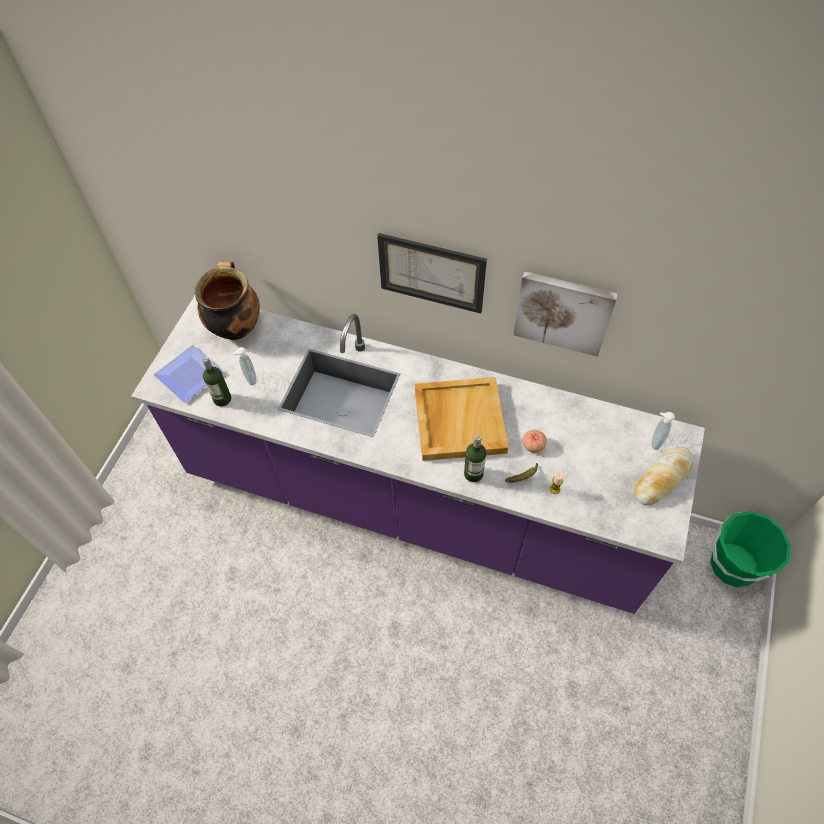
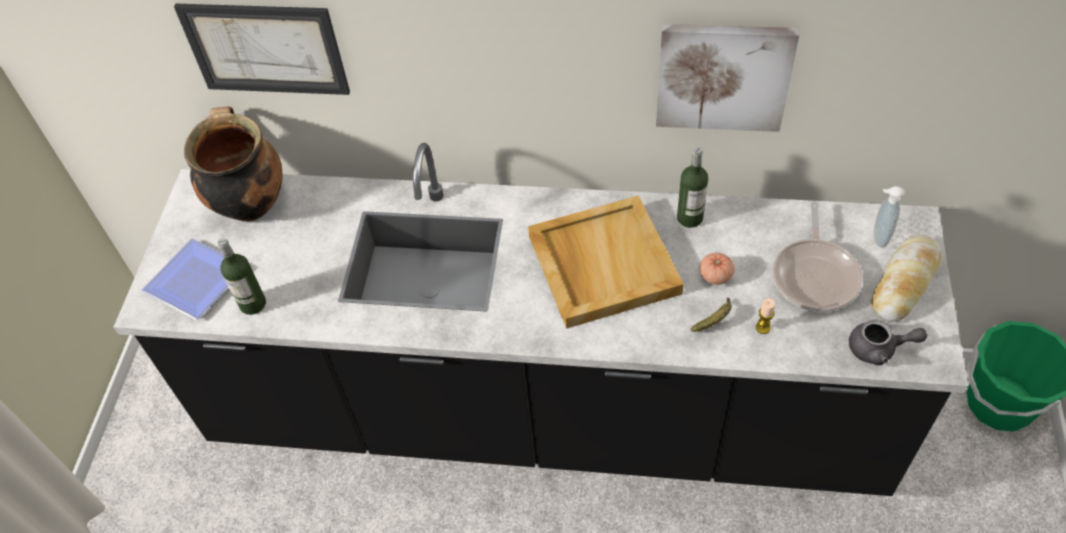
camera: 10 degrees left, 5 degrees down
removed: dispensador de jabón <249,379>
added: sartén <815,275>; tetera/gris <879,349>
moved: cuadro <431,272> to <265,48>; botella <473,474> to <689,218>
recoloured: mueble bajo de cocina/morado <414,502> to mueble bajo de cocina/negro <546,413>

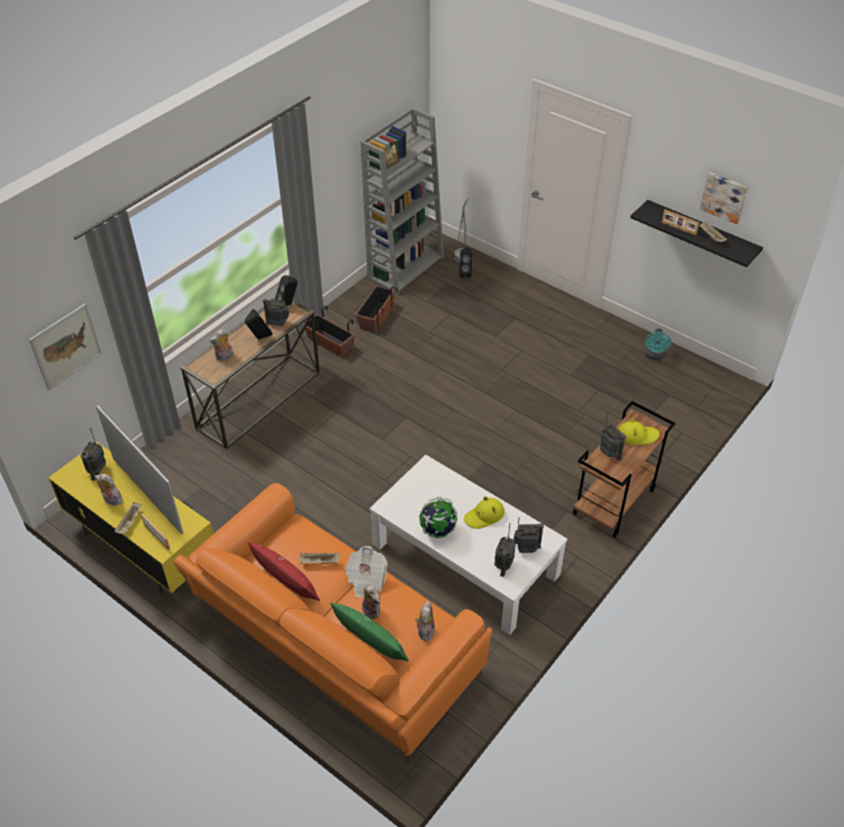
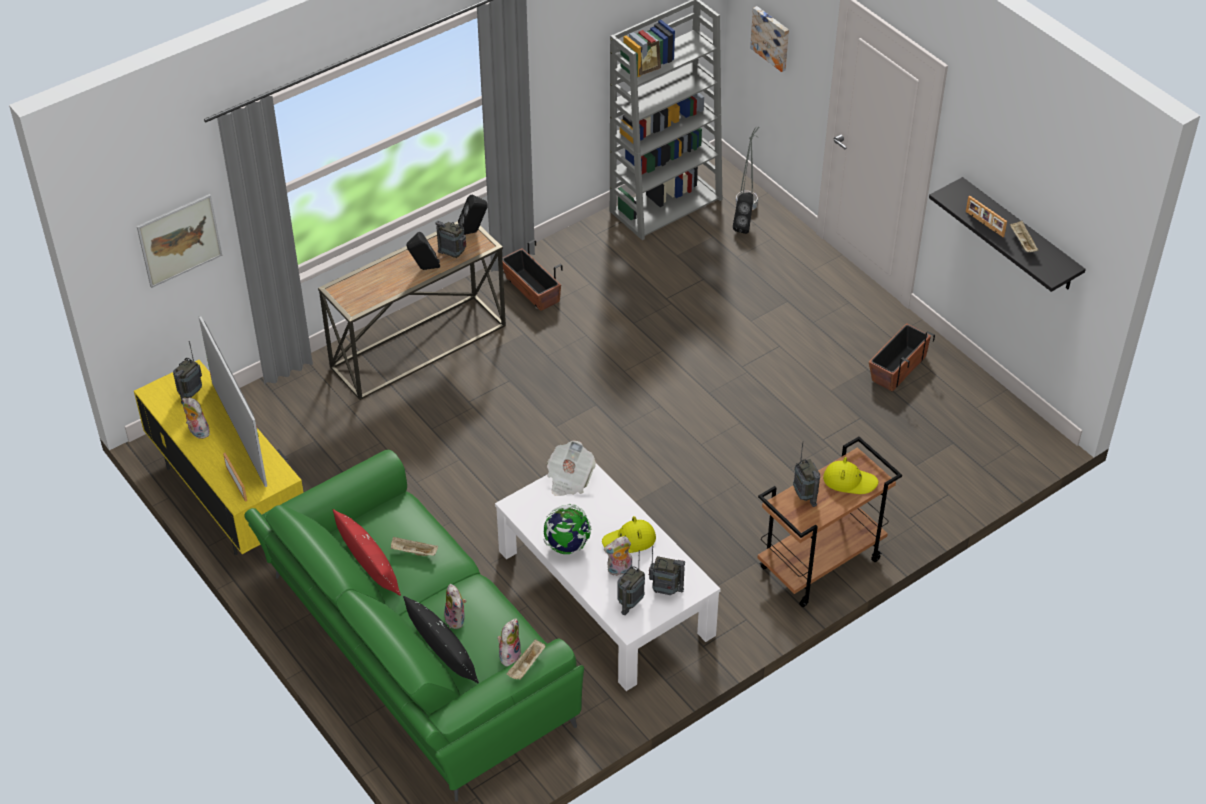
camera: 15 degrees right, 0 degrees up
removed: ventilador/turquesa <654,356>
moved: cuadro <724,197> to <771,38>; maceta <376,317> to <898,368>; peluche <224,357> to <619,570>; bandeja/beis <130,523> to <526,666>; periódico <366,579> to <569,479>
recoloured: sofá/naranja <333,641> to sofá/verde <414,652>; cojín/verde <370,641> to cojín/negro <442,652>

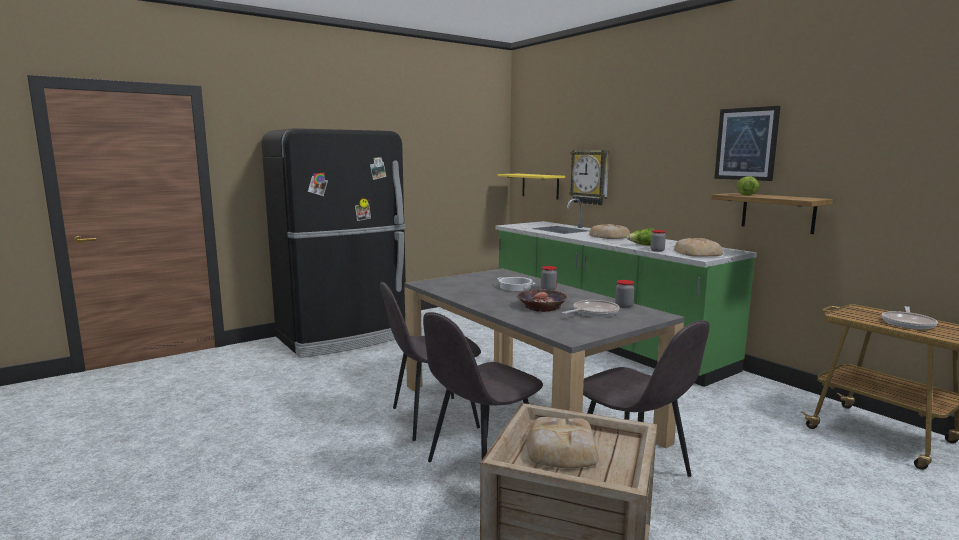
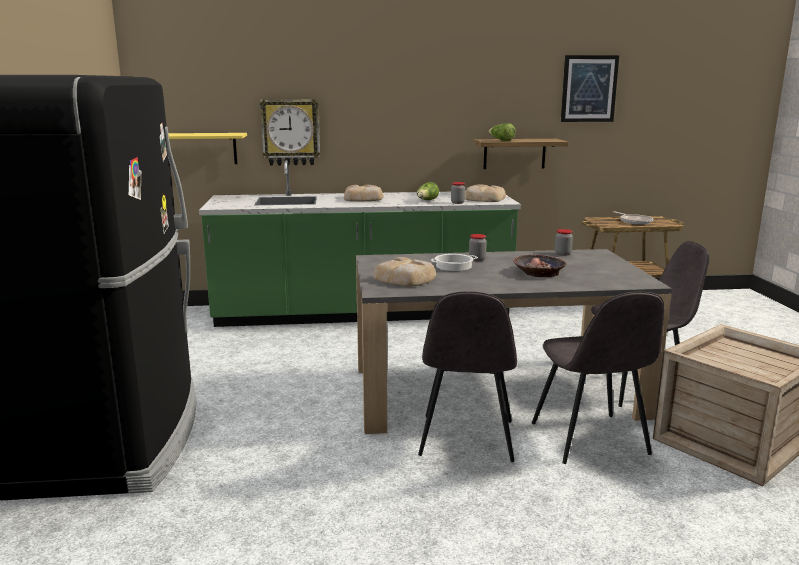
camera: 60 degrees left, 5 degrees up
removed: sartén <593,312>
moved: cuadro <746,144> to <589,88>; pan <561,449> to <405,279>

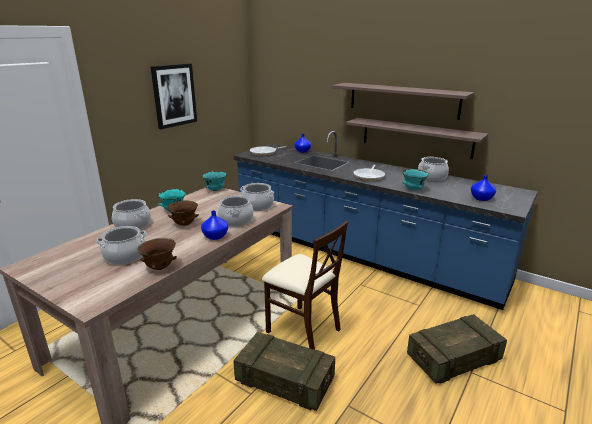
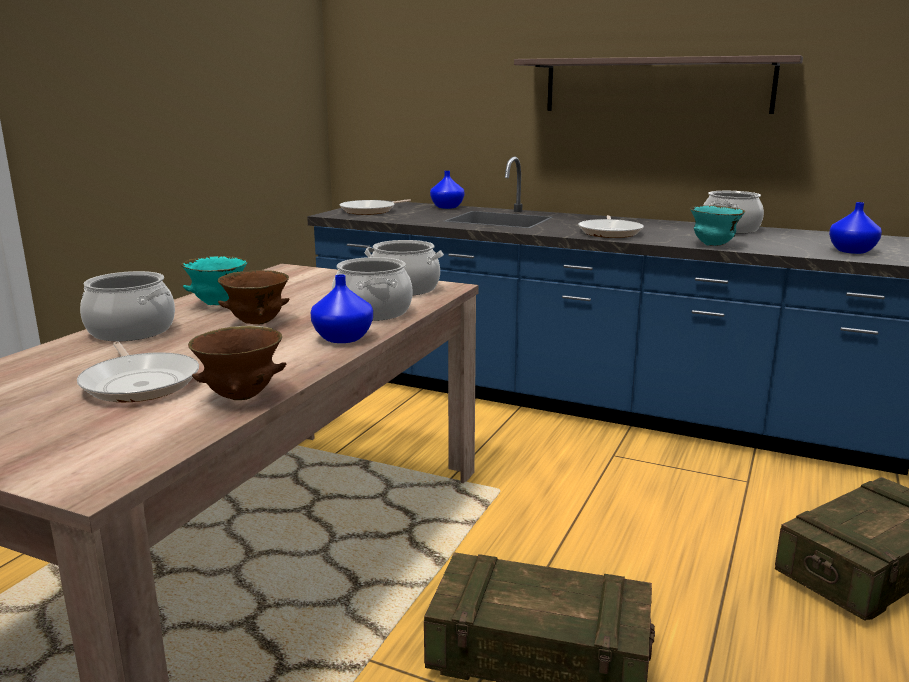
camera: 10 degrees left, 5 degrees down
removed: cuadro <174,95>; estante <416,137>; cuenco/turquesa <215,190>; silla/beis <303,329>
replaced: olla <125,256> to sartén <140,383>

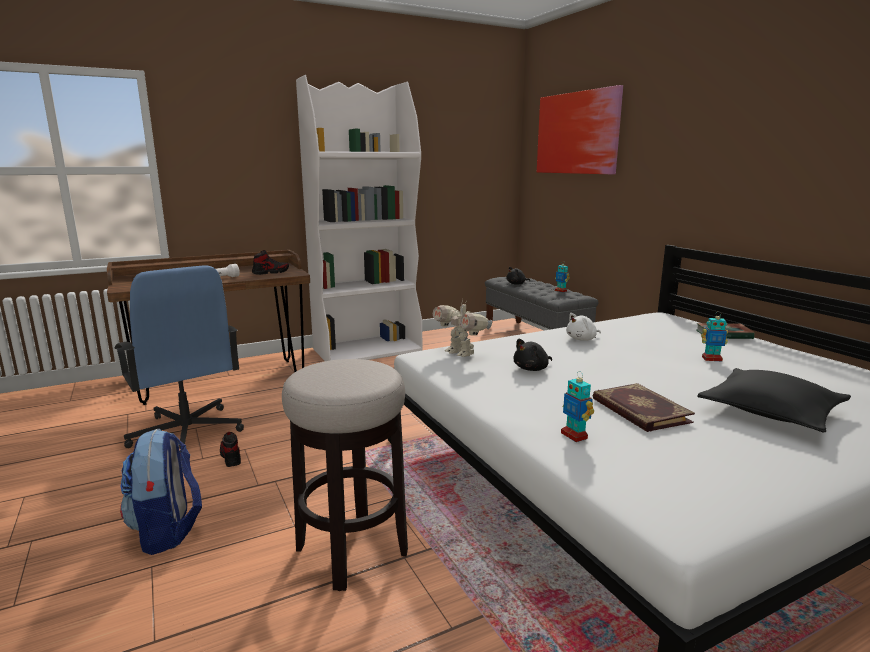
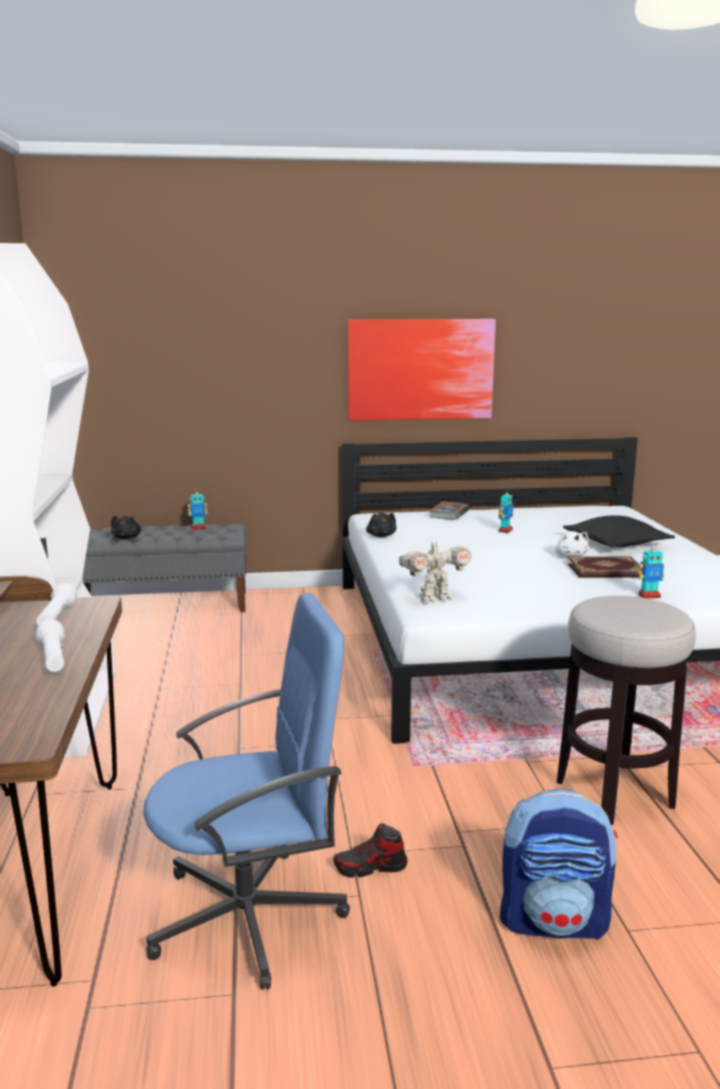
camera: 70 degrees left, 0 degrees up
moved: cuadro <577,133> to <420,369>; peluche/blanco <582,339> to <570,556>; peluche/negro <532,369> to <381,536>
replaced: zapato <271,272> to linterna/blanco <56,618>

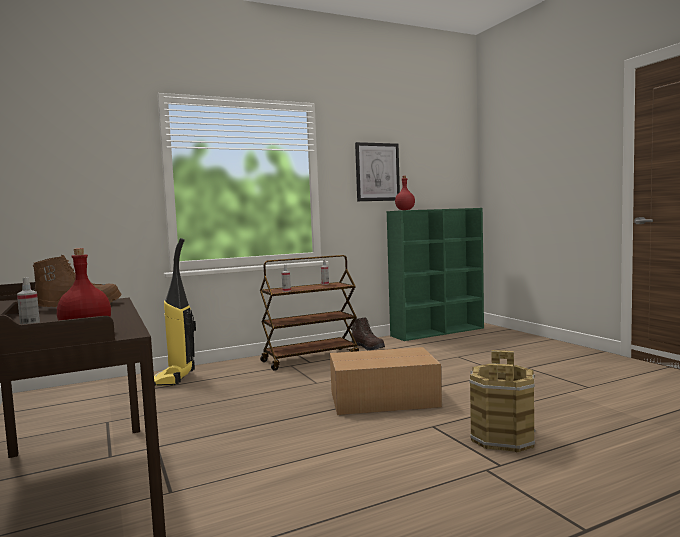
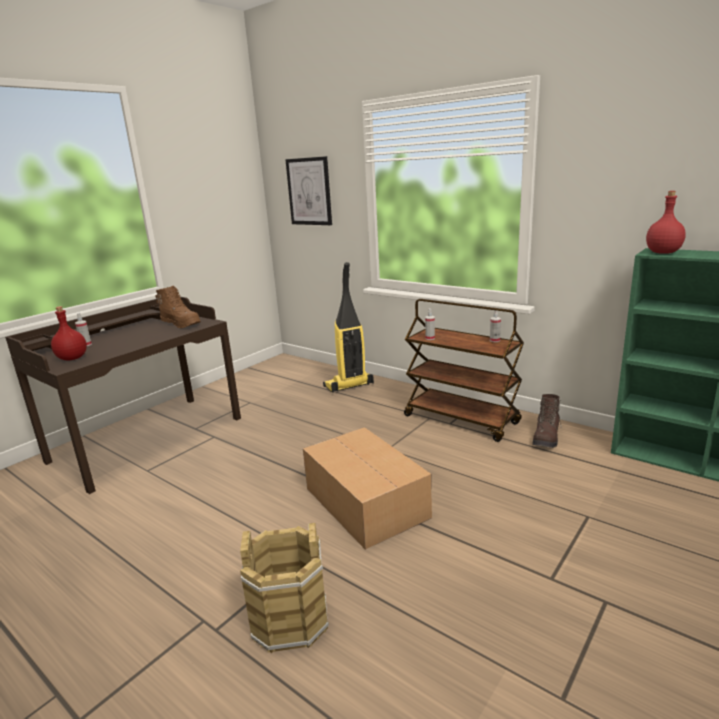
camera: 65 degrees right, 15 degrees up
moved: cuadro <377,172> to <309,191>

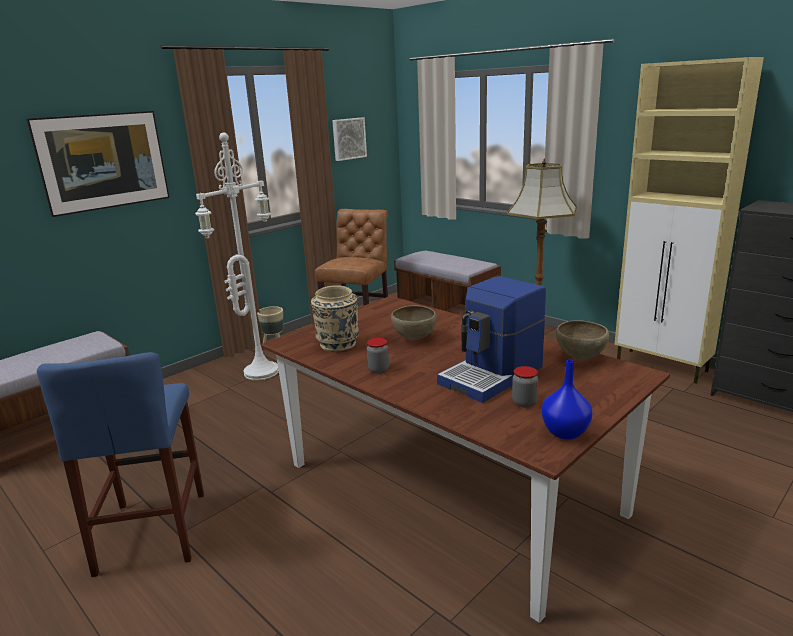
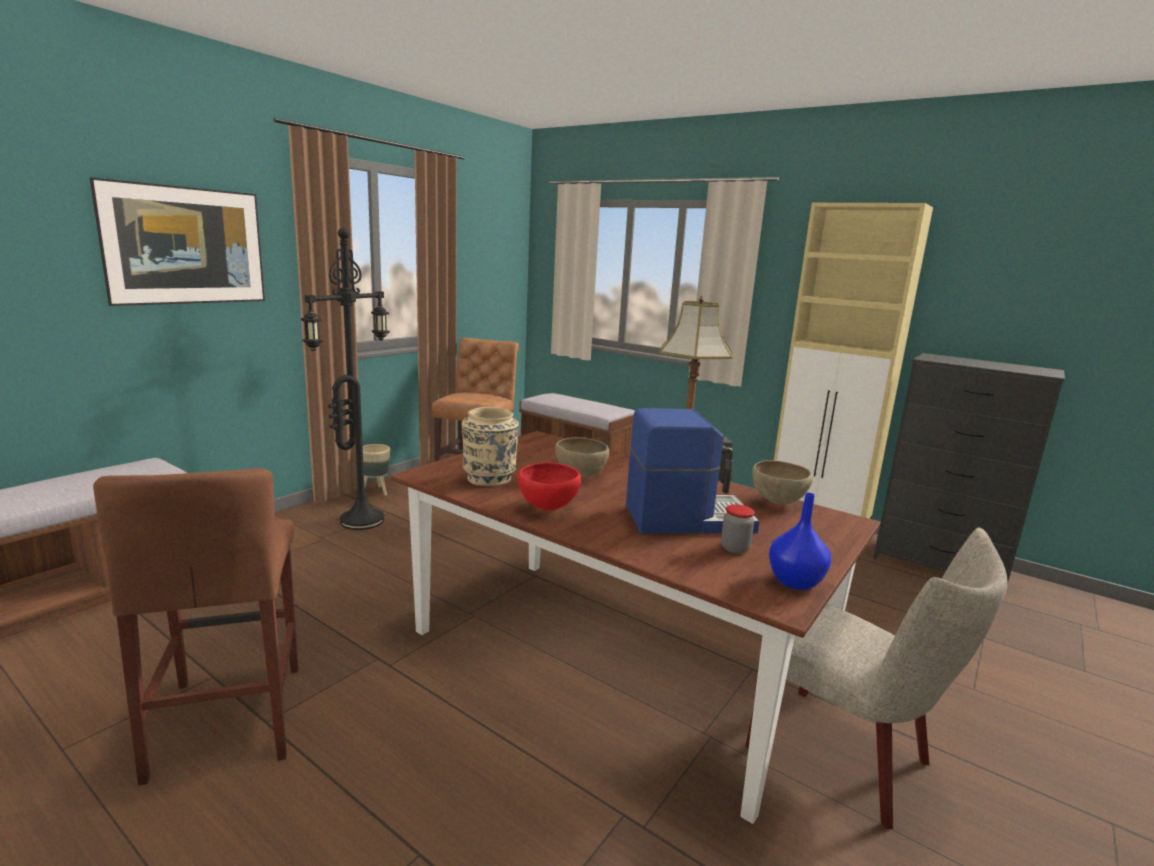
camera: 10 degrees left, 5 degrees down
removed: cuadro <348,139>
added: silla/beis <850,759>
replaced: tarro <378,370> to cuenco/rojo <548,508>
recoloured: lámpara de pie/blanco <261,371> to lámpara de pie/negro <361,519>; taburete/azul <153,531> to taburete/marrón <229,719>
turned: cafetera <493,375> = <687,518> 135 degrees counterclockwise

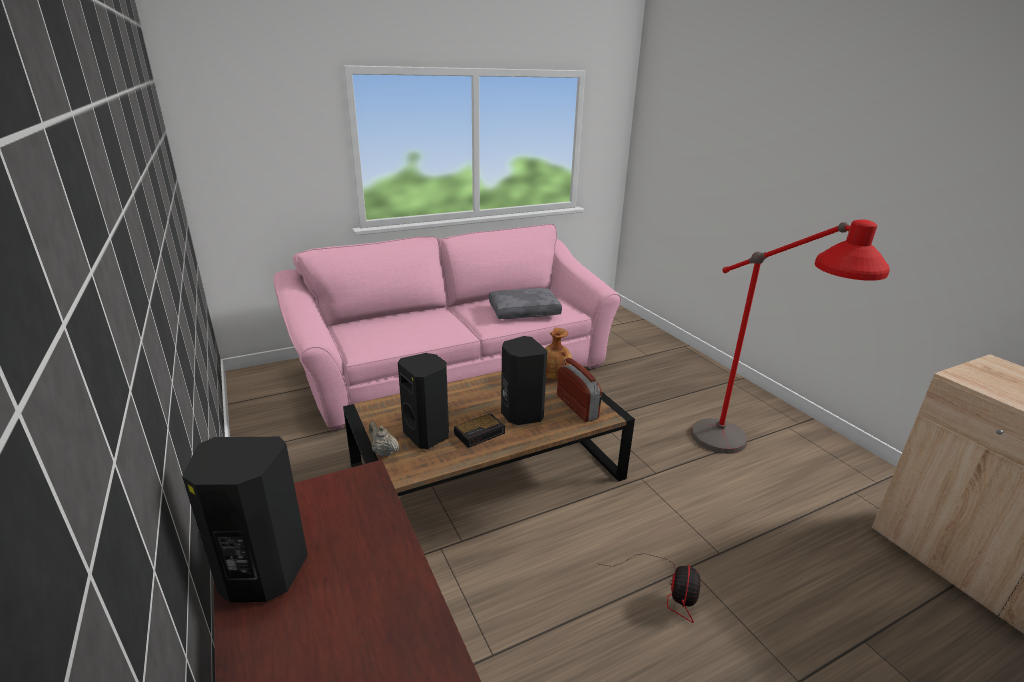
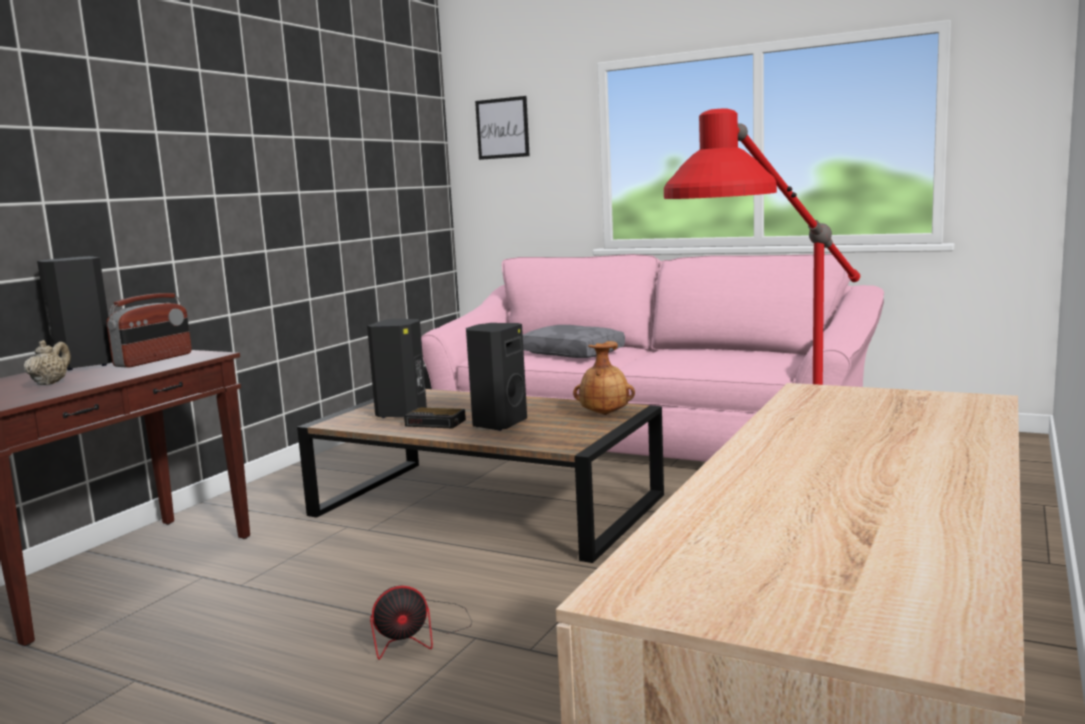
camera: 55 degrees right, 15 degrees down
added: cuadro <502,128>
moved: cojín/gris <524,311> to <573,353>; radio <577,407> to <154,360>; tetera/beis <383,452> to <50,383>

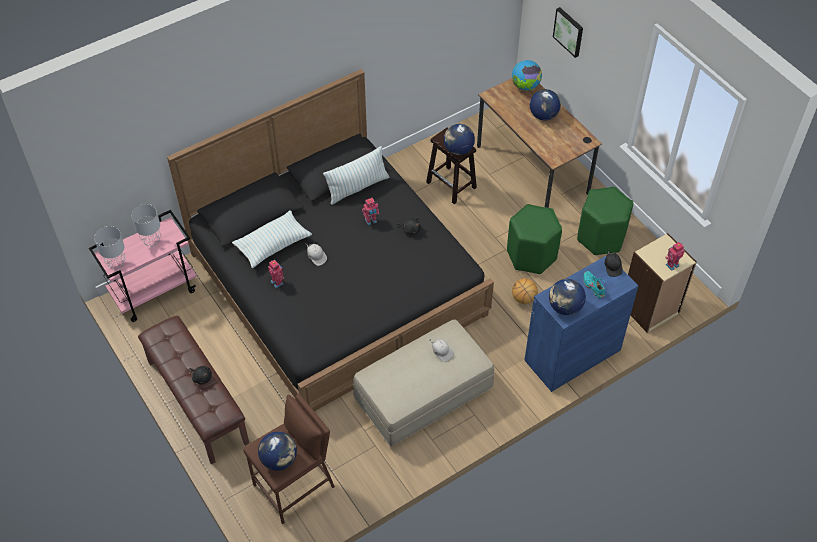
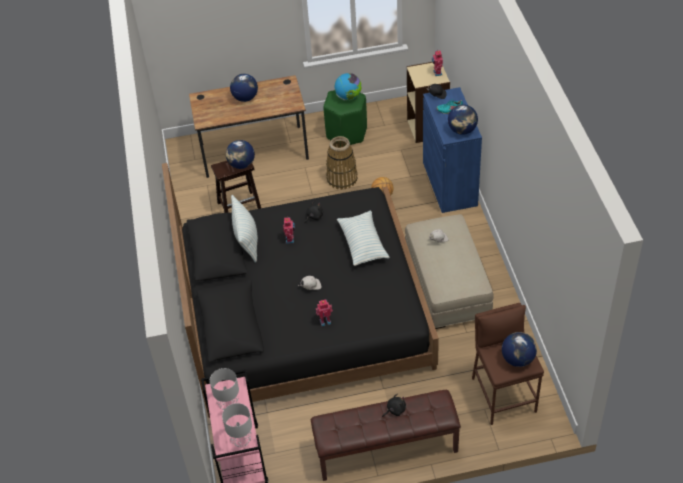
camera: 65 degrees left, 5 degrees down
removed: cuadro <569,31>
moved: globo terráqueo <525,86> to <348,97>; cojín <273,245> to <363,244>
replaced: taburete/verde <531,255> to cesta <342,178>

